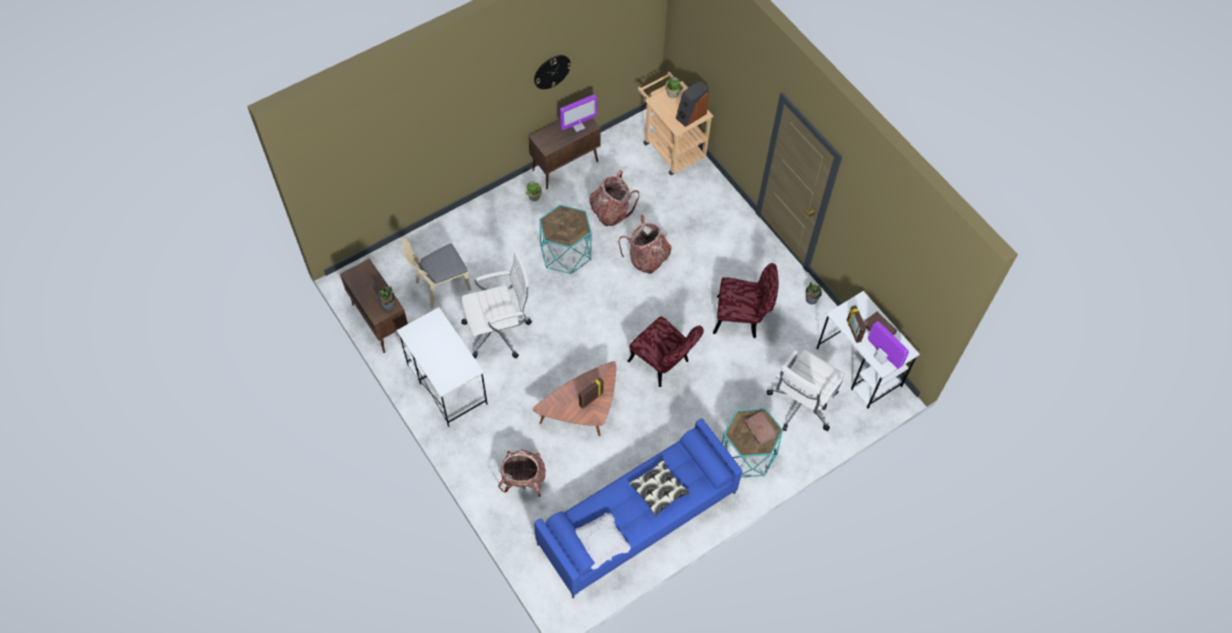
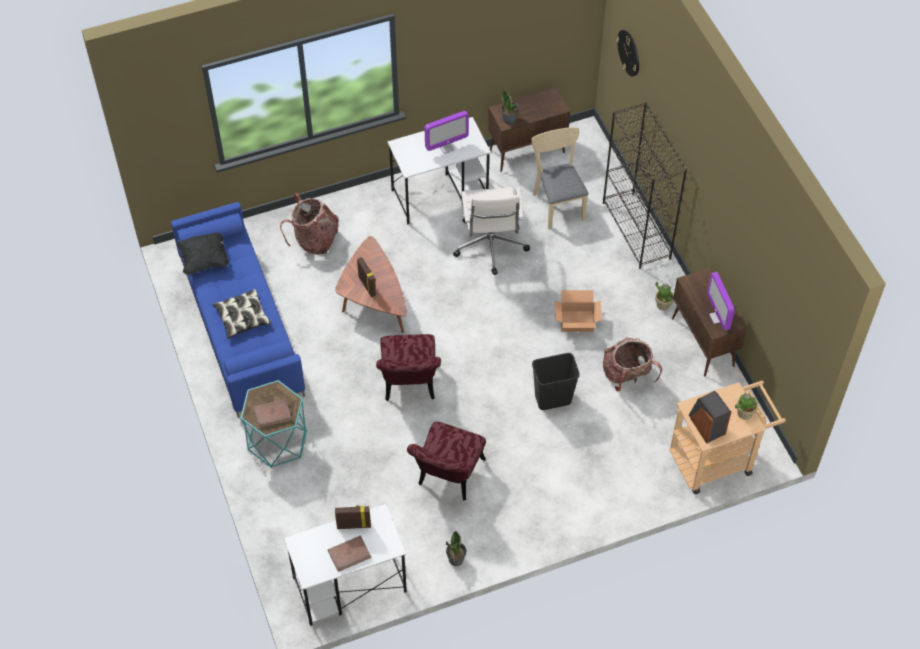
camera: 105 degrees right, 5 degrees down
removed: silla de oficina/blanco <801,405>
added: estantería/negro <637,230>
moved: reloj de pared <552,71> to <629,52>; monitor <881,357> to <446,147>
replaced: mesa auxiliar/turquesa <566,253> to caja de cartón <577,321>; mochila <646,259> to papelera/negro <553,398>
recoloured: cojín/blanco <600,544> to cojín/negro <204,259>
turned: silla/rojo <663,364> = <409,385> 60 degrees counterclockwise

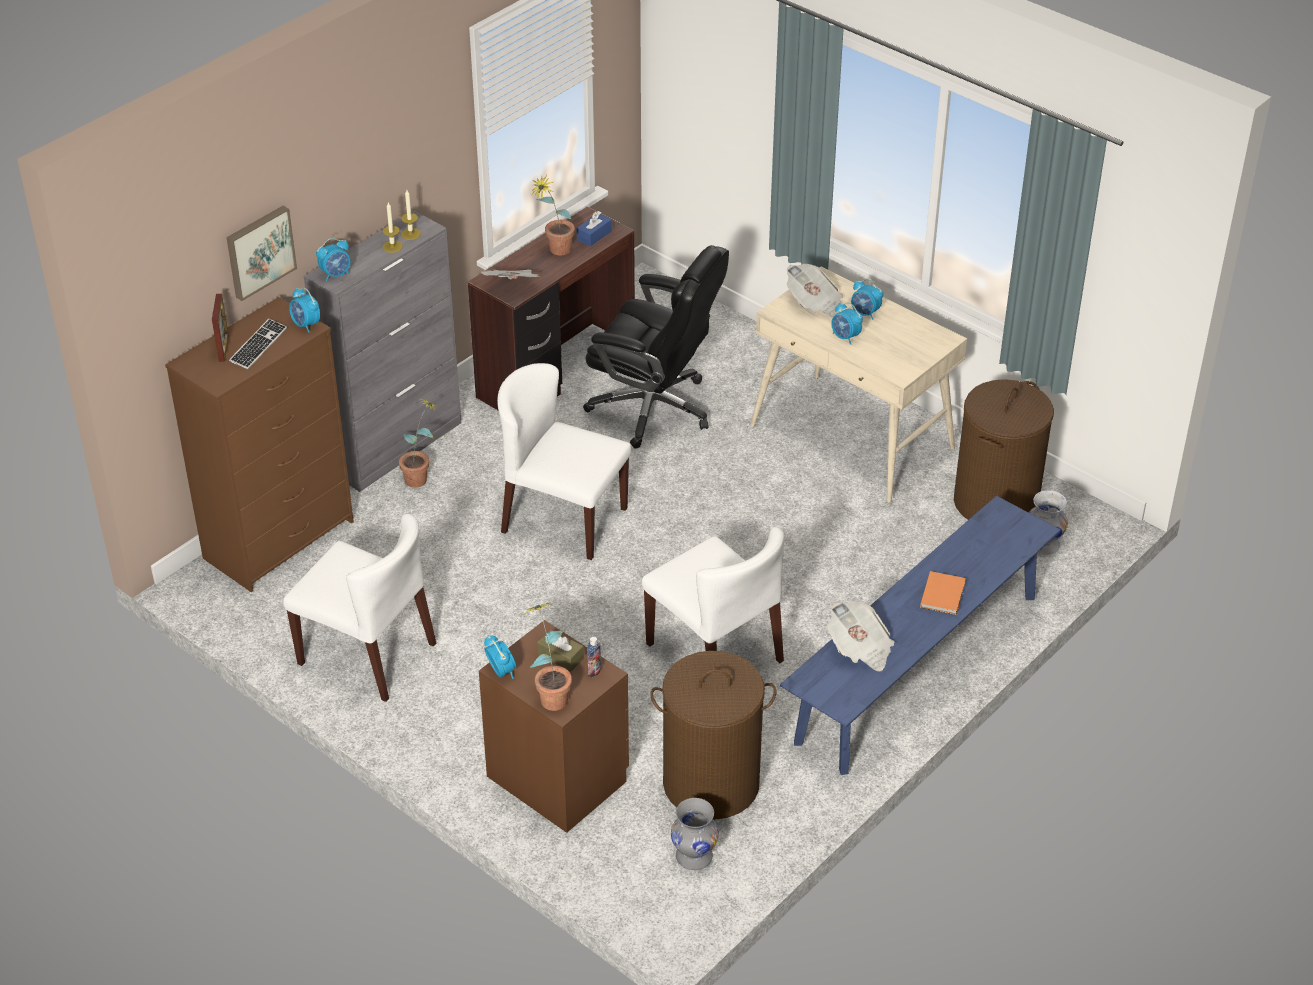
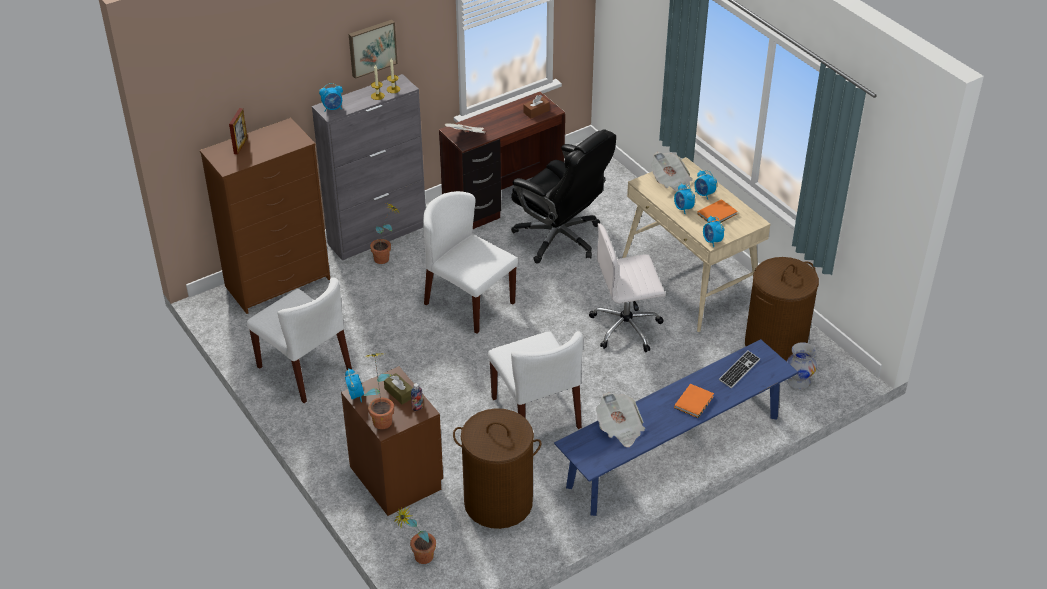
camera: 15 degrees right, 0 degrees up
removed: florero/gris <693,855>
added: libro/naranja <718,214>; silla de oficina/blanco <627,327>
moved: planta en maceta <555,252> to <418,559>; cuadro <259,251> to <372,47>; despertador <306,325> to <712,241>; teclado <258,345> to <739,370>
recoloured: caja de pañuelos/azul <594,235> to caja de pañuelos/marrón <536,111>

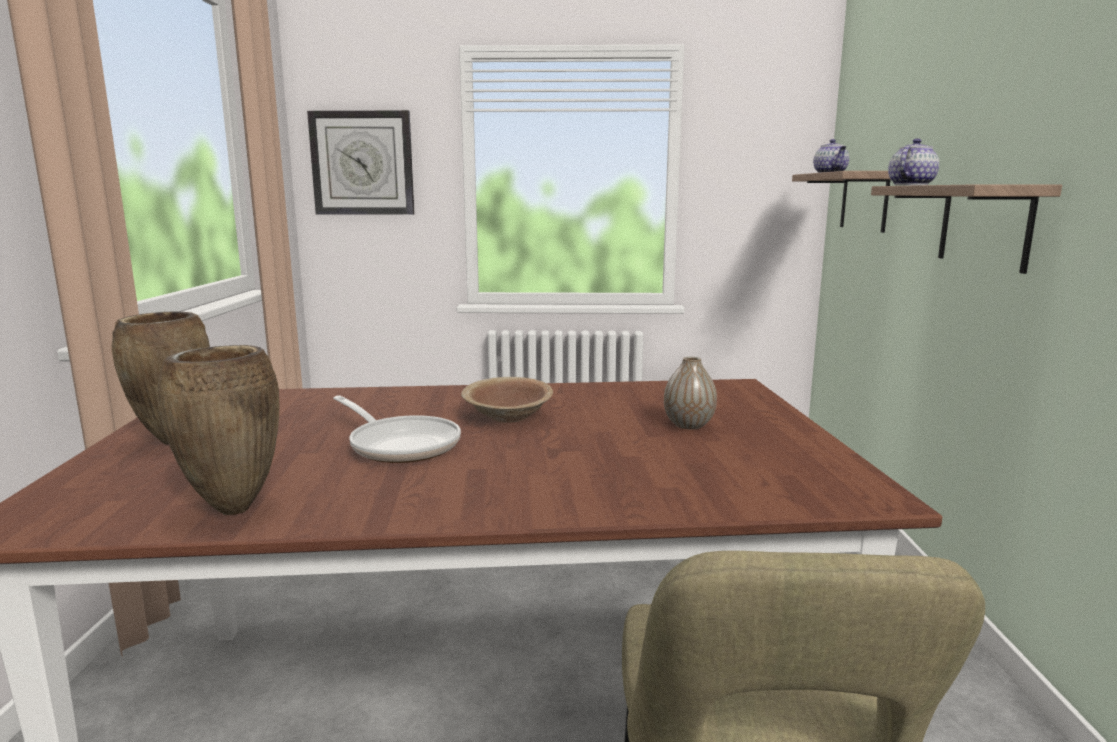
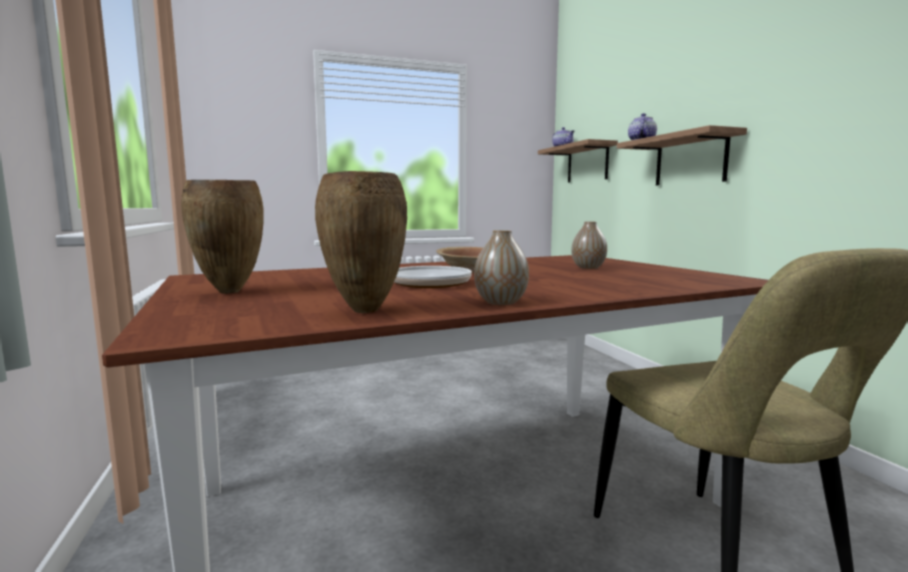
camera: 20 degrees left, 5 degrees down
removed: reloj de pared <362,163>
added: florero <501,302>

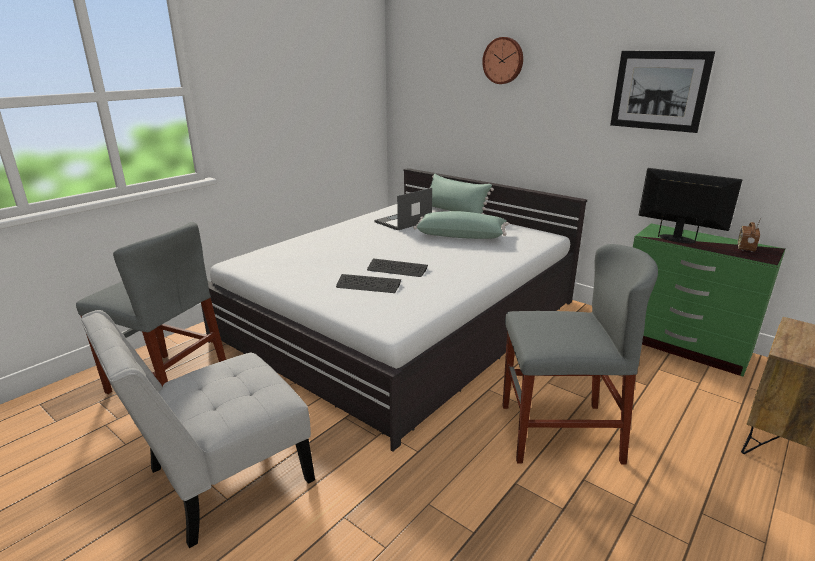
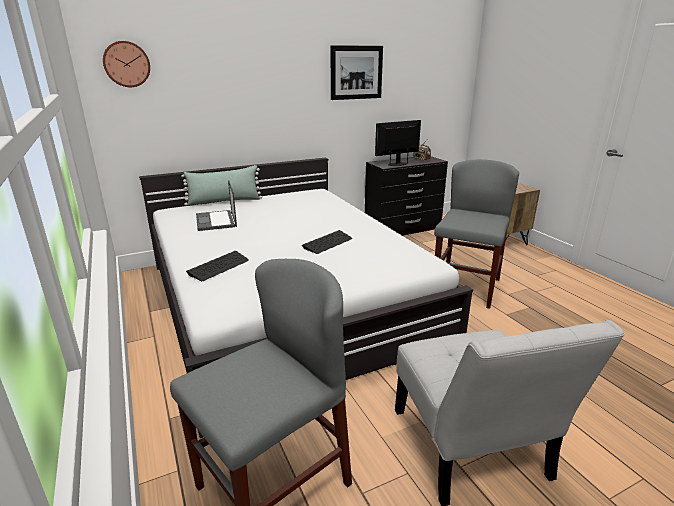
camera: 65 degrees left, 0 degrees up
removed: cojín/verde <461,236>
moved: reloj de pared <503,60> to <126,64>; teclado <368,285> to <219,267>
recoloured: cómoda/verde <682,346> to cómoda/negro <403,229>

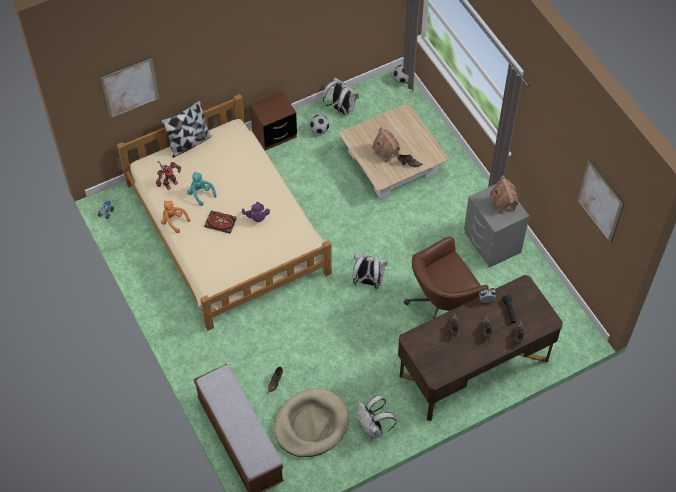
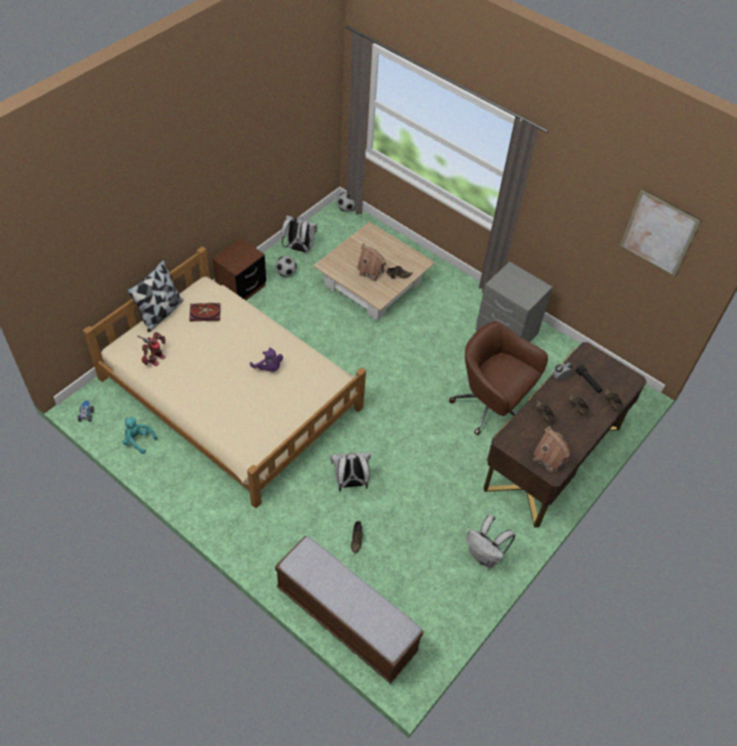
camera: 25 degrees left, 5 degrees down
removed: cuadro <130,87>; peluche/naranja <173,221>; cama para perro/beis <311,424>
moved: peluche/turquesa <200,194> to <138,441>; casita <504,204> to <550,459>; libro <221,222> to <206,313>; mochila/blanco <368,281> to <350,483>
turned: silla de oficina/marrón <442,306> = <491,407> 90 degrees clockwise

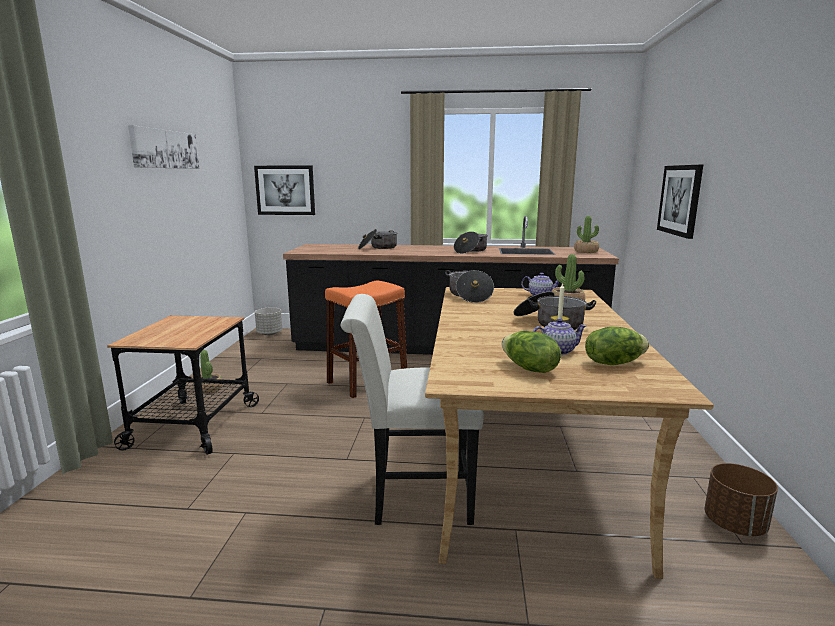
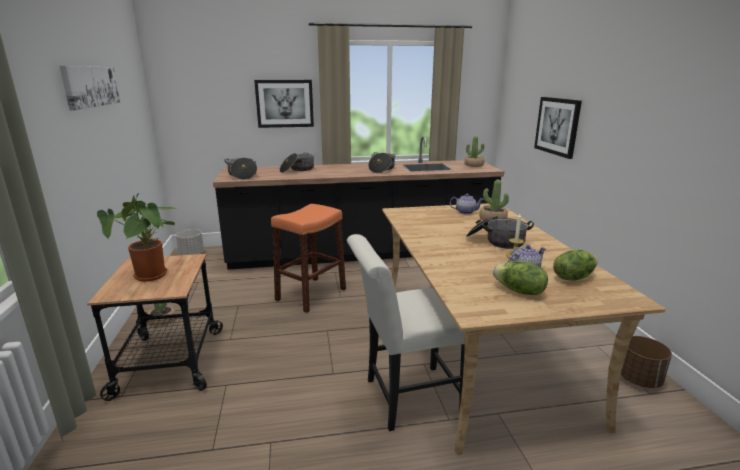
camera: 15 degrees left, 5 degrees up
added: planta en maceta <152,277>
moved: cuadro <285,190> to <284,103>; olla <469,295> to <242,175>

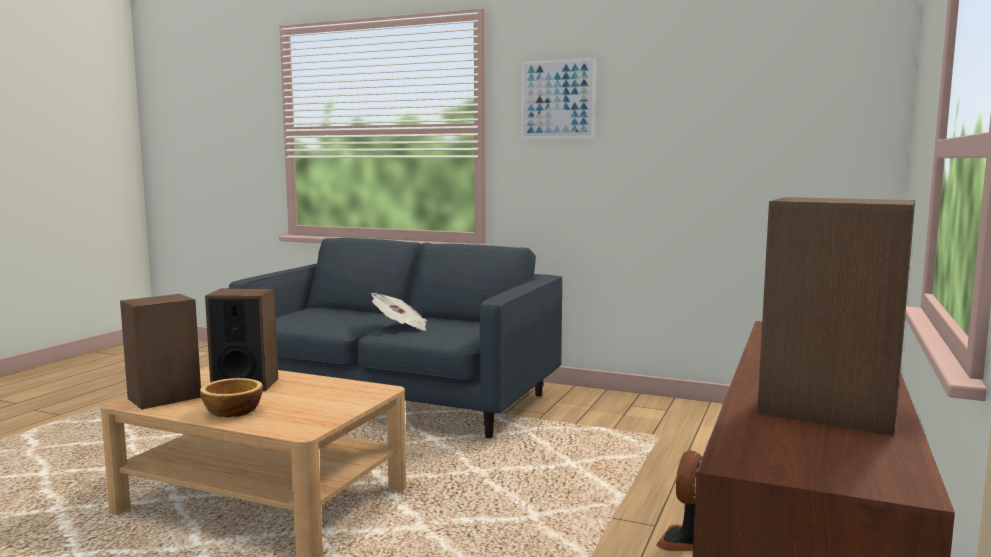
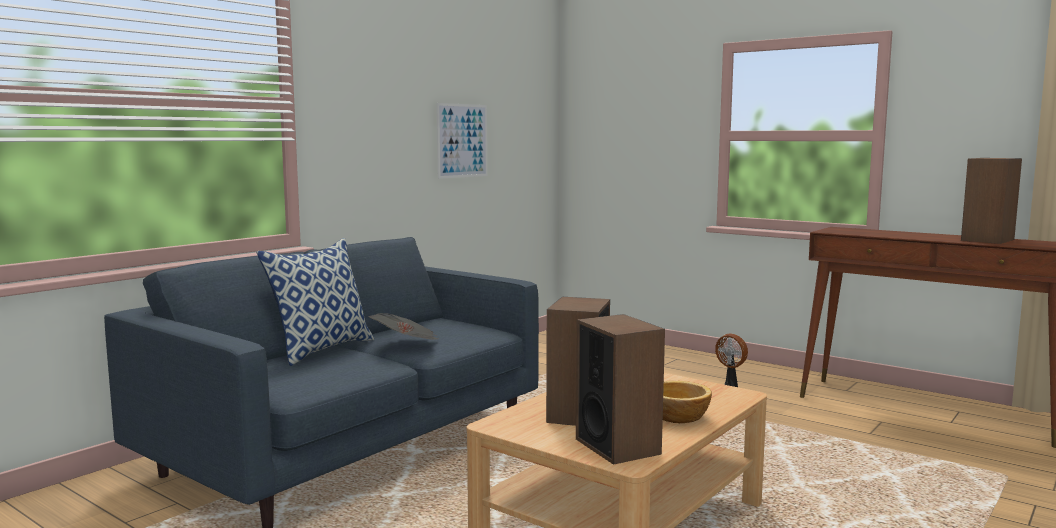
camera: 75 degrees left, 0 degrees up
added: cojín <321,349>
moved: cuadro <557,99> to <462,140>

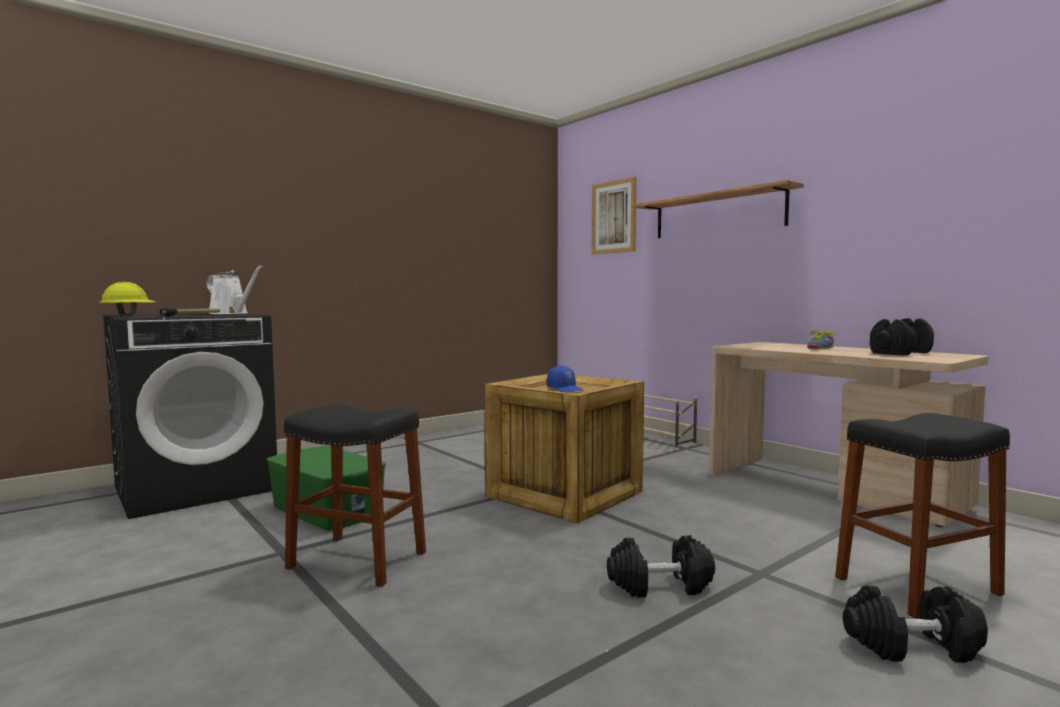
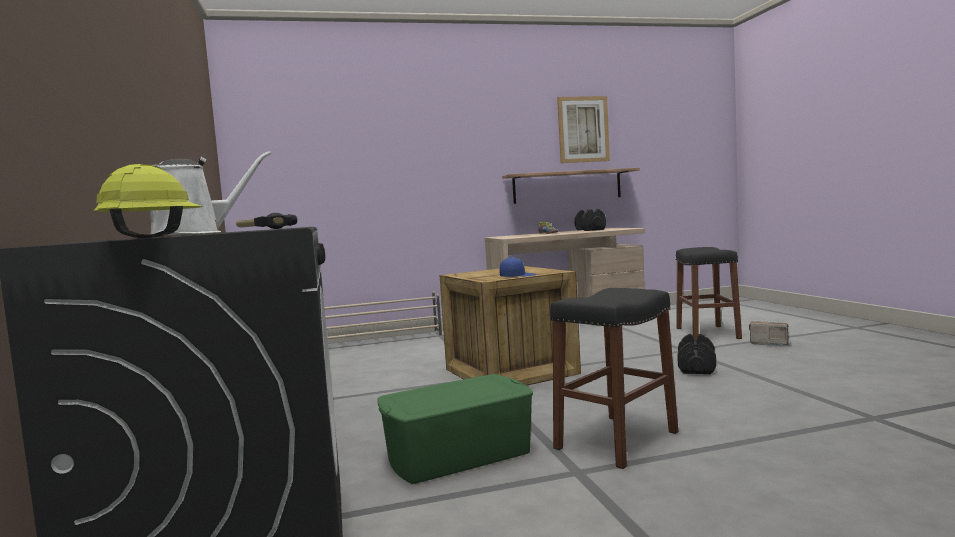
camera: 65 degrees left, 0 degrees up
moved: cuadro <613,217> to <583,129>; estante <717,214> to <567,186>
replaced: mancuerna/negro <912,647> to radio <768,343>

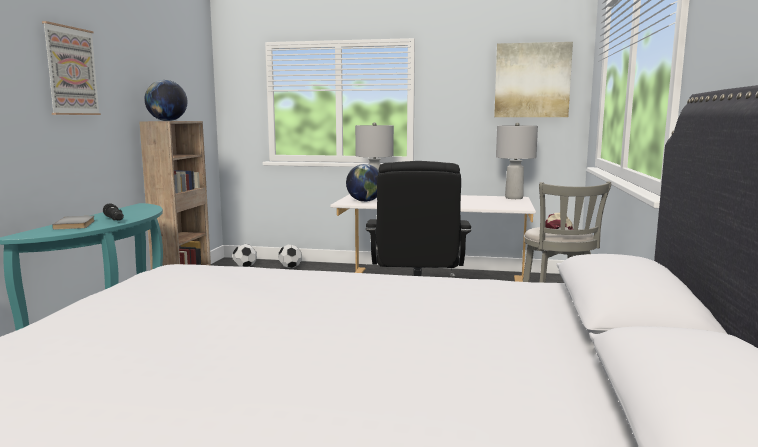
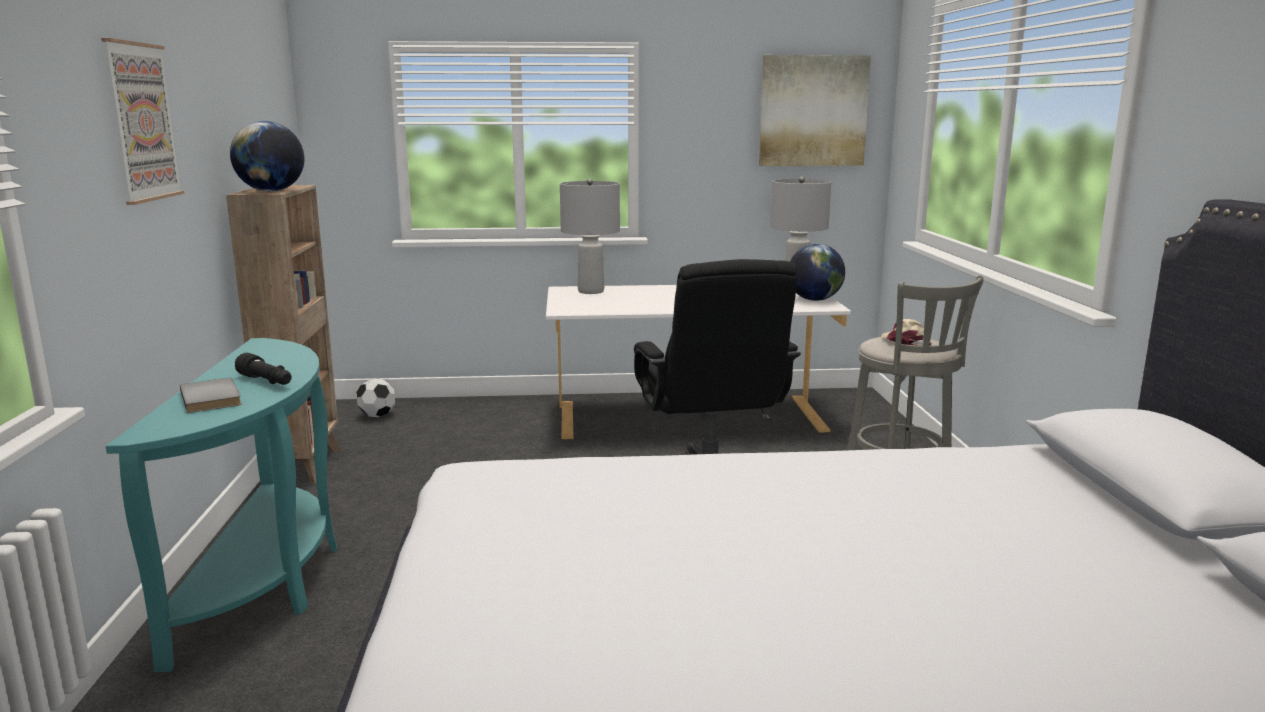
camera: 15 degrees left, 5 degrees up
removed: balón de fútbol <290,267>
moved: globo terráqueo <364,201> to <814,300>

